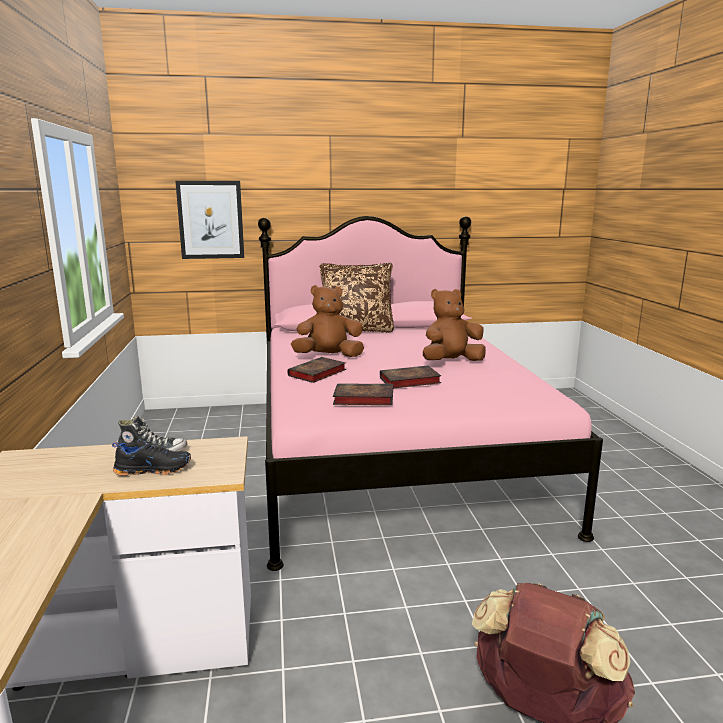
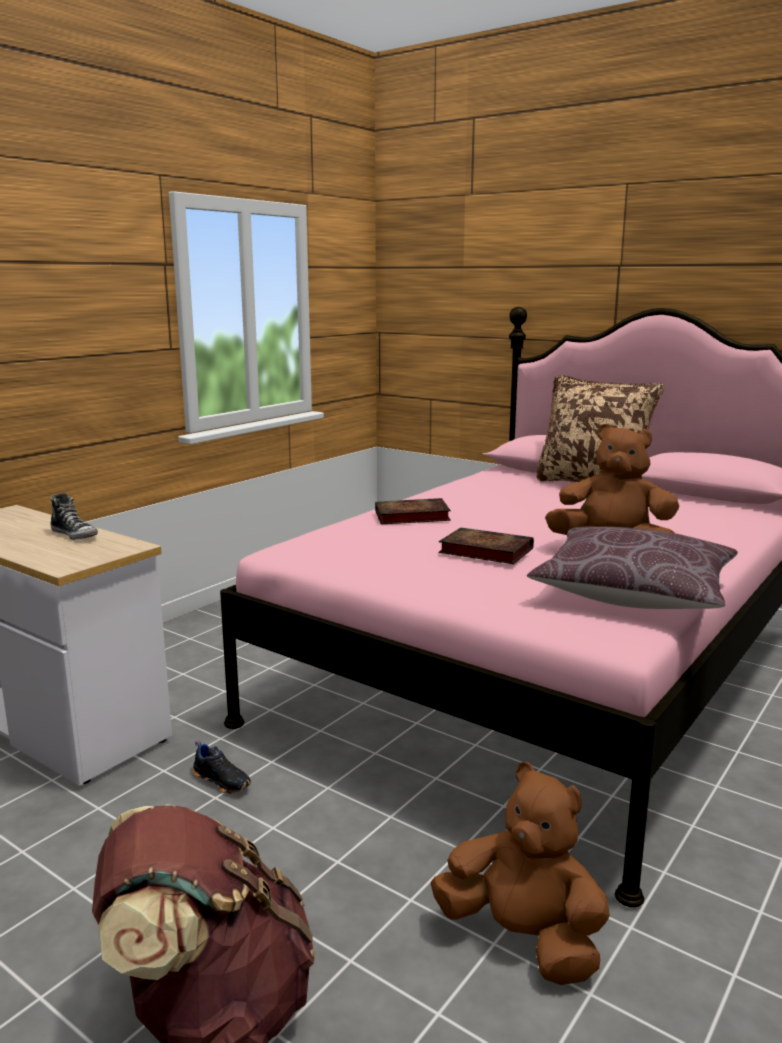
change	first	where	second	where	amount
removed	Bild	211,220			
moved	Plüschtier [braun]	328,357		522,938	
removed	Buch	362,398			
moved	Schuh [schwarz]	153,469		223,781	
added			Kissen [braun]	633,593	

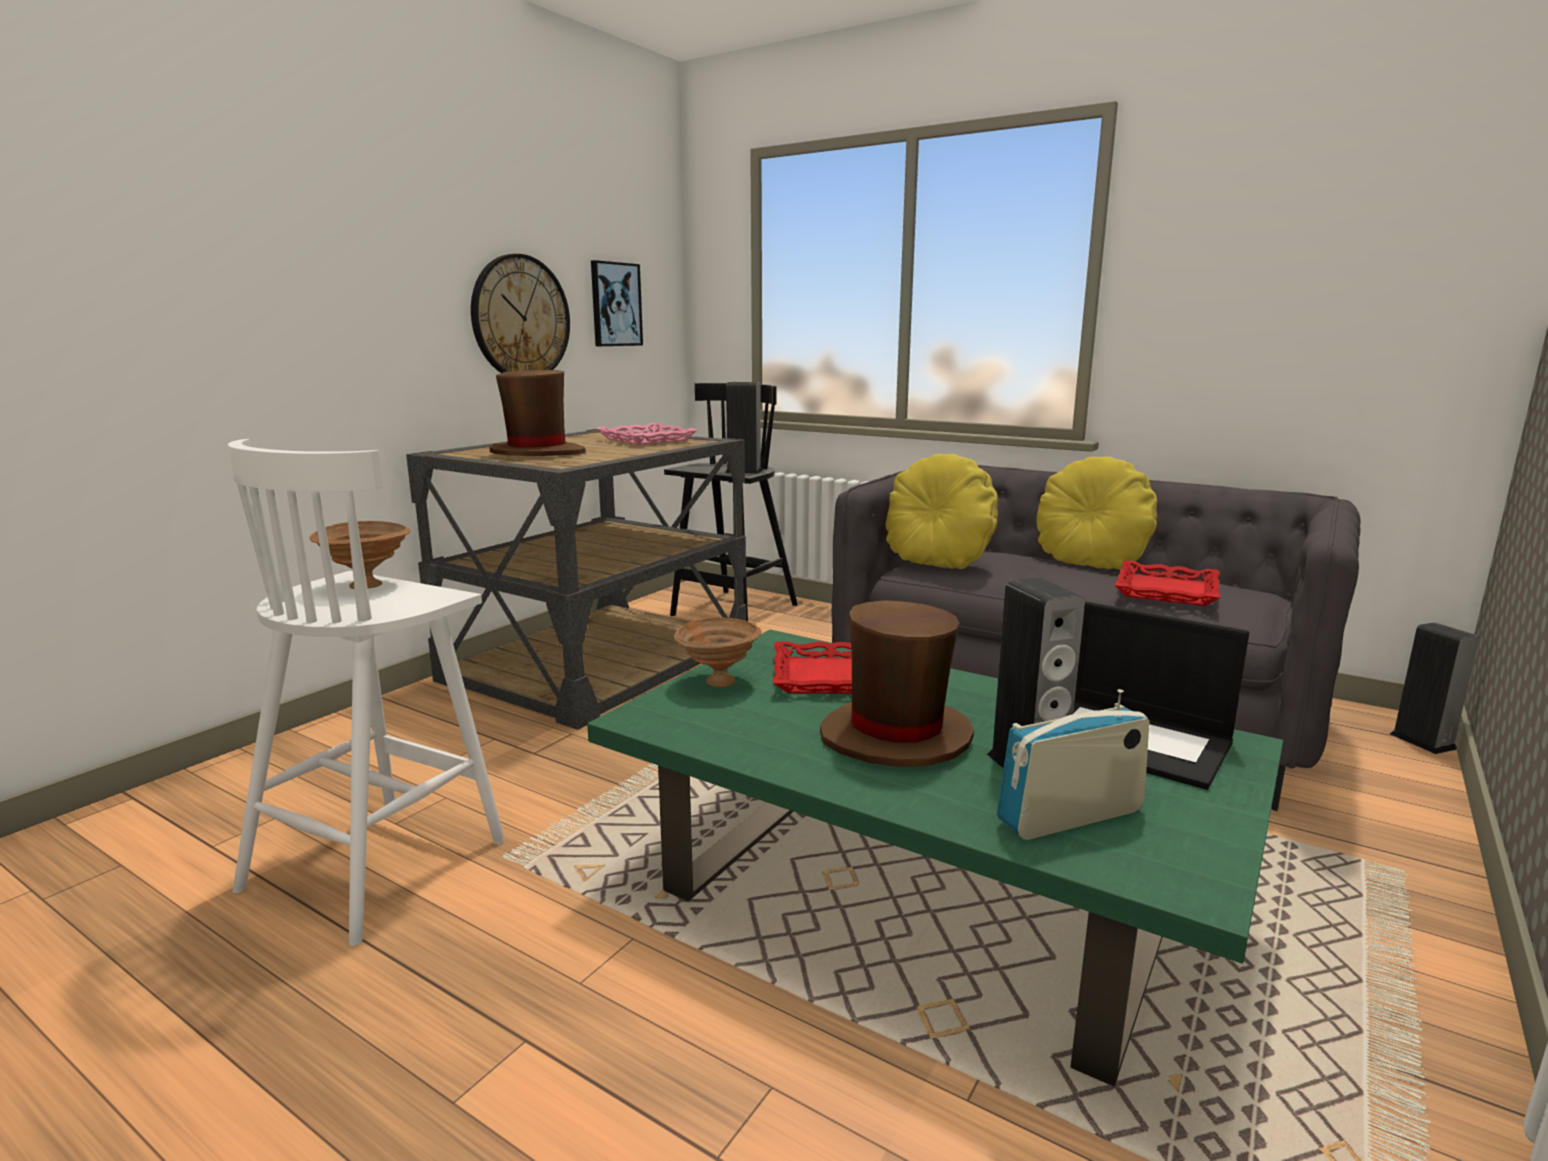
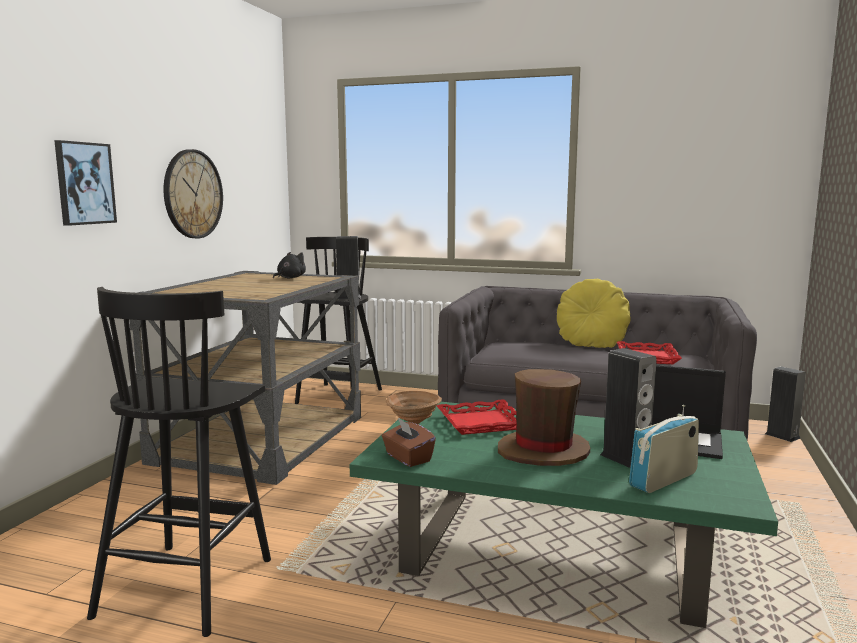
change	first	where	second	where	amount
moved	Bild	615,304		84,183	
removed	Hut [braun]	537,453			
replaced	Tablett [rosa]	646,439	Plüschtier [schwarz]	290,278	
recoloured	Hocker [weiß]	382,859	Hocker [schwarz]	188,583	
removed	Kissen [gelb]	937,564			
removed	Schüssel [braun]	368,585			
added			Taschentuchbox [braun]	407,458	

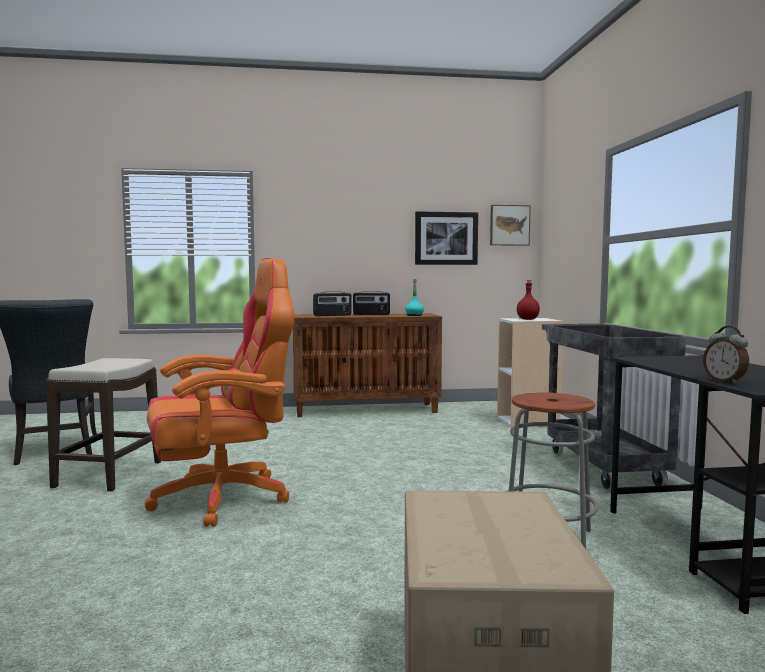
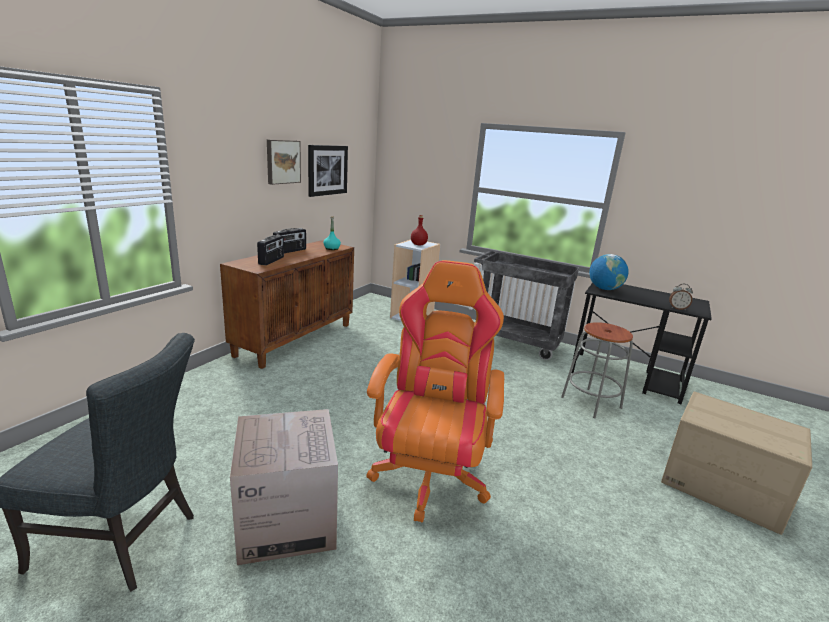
change	first	where	second	where	amount
moved	Bild	509,225		282,161	
replaced	Hocker	109,475	Karton	287,520	
added			Globus	604,289	

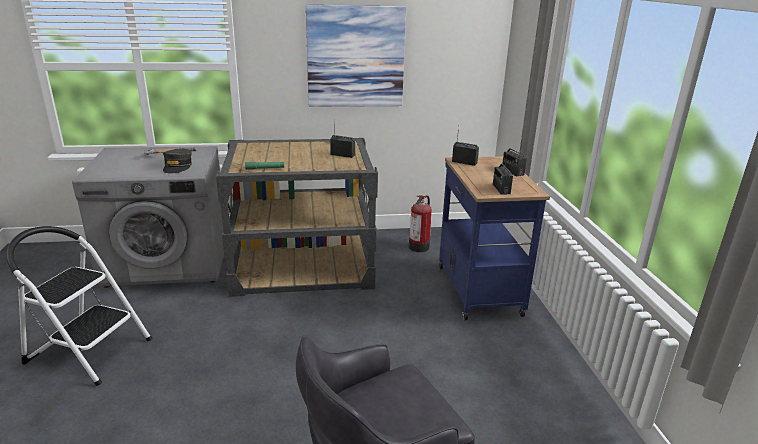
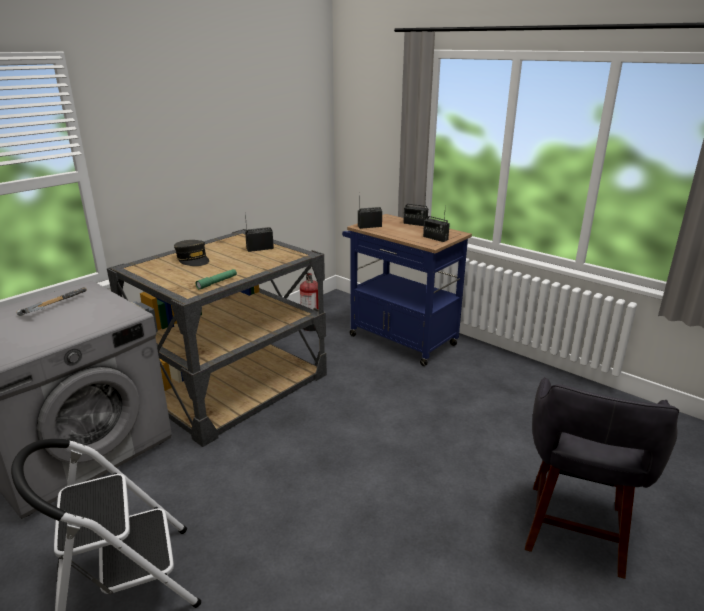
change	first	where	second	where	amount
removed	Bild	355,57			
moved	Kappe [grau]	177,167		193,259	

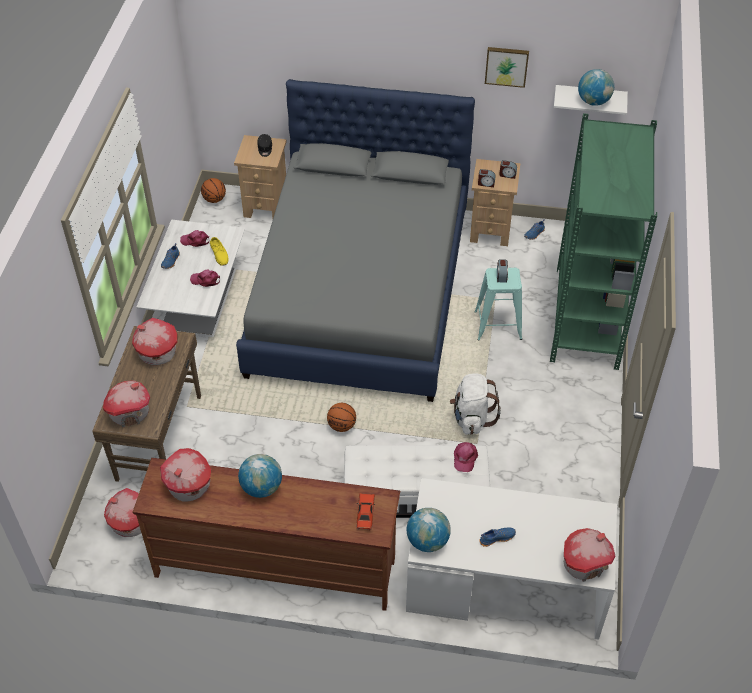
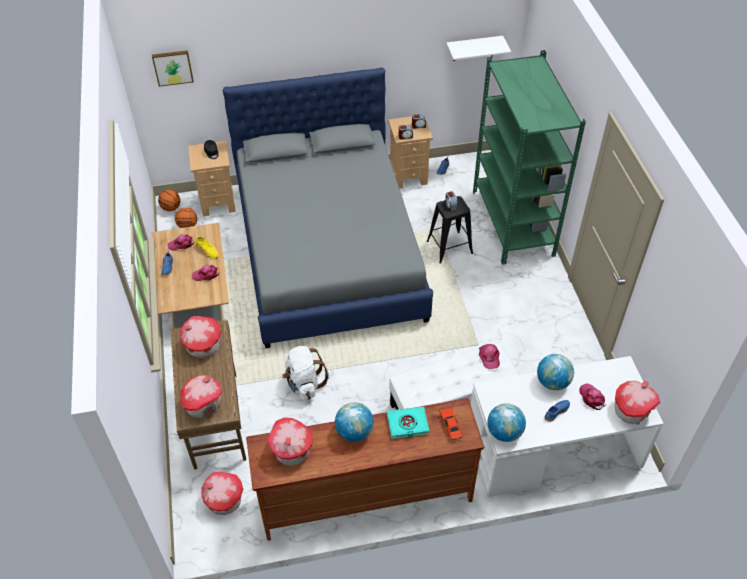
change	first	where	second	where	amount
moved	Bild	506,66		173,67	
moved	Globus	593,101		552,382	
recoloured	Couchtisch [weiß]	198,300	Couchtisch [braun]	196,295	
recoloured	Hocker [türkis]	498,325	Hocker [schwarz]	449,247	
moved	Rucksack [weiß]	471,418		304,384	
moved	Basketball	341,426		187,226	
added			Kappe [rosa]	592,398	
added			Buch [türkis]	407,424	

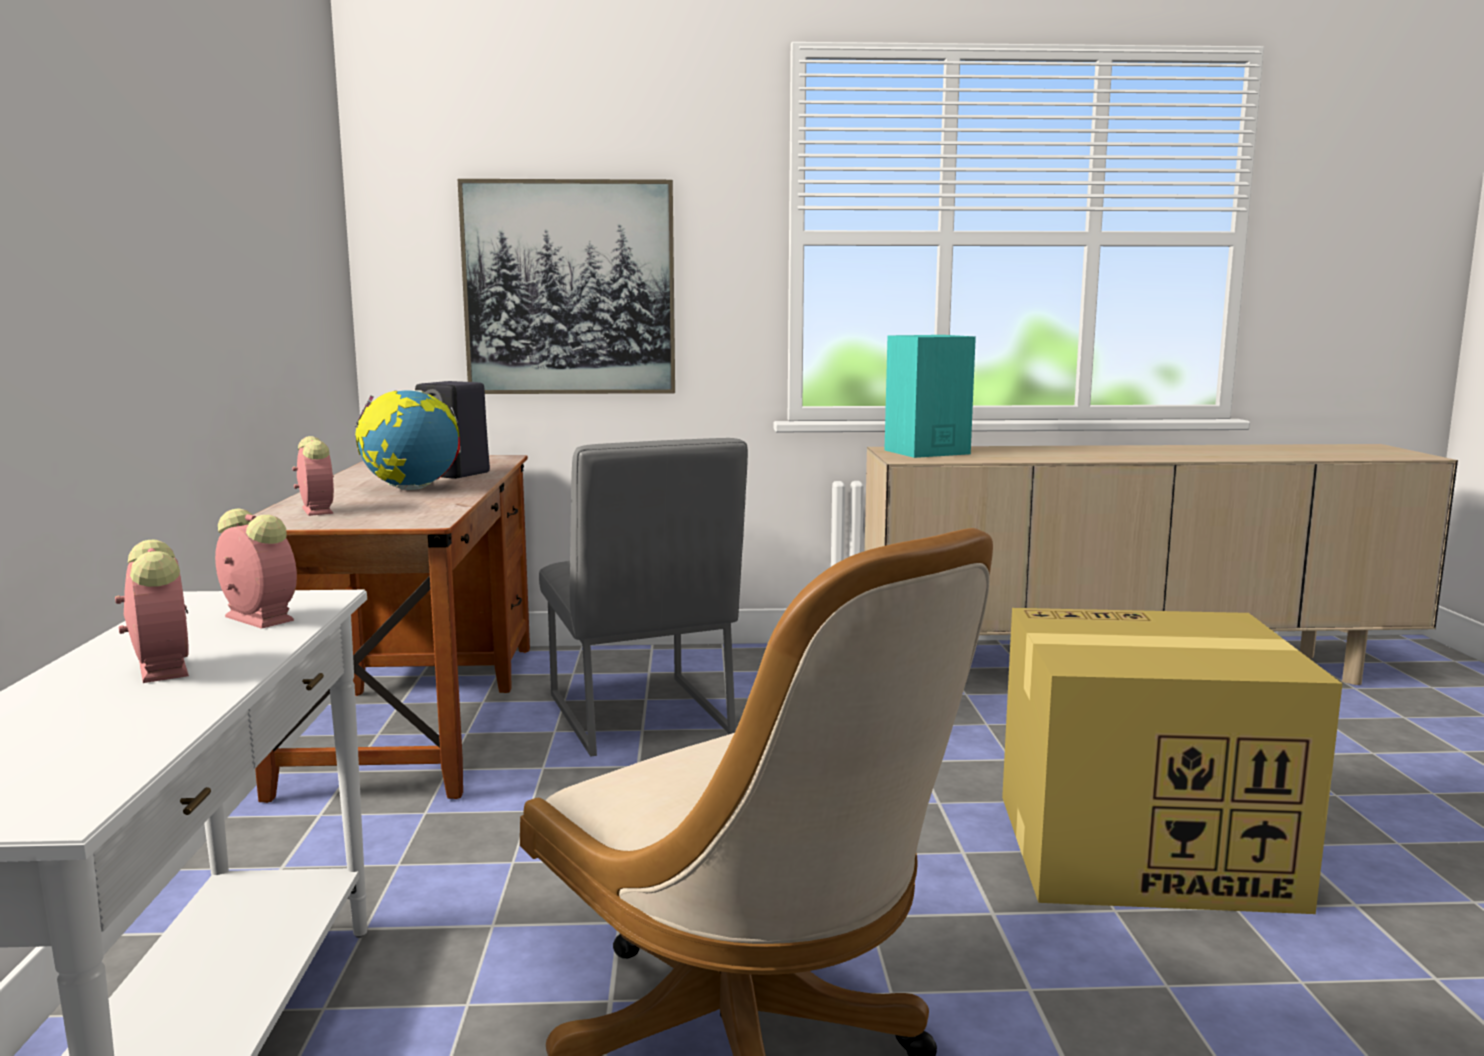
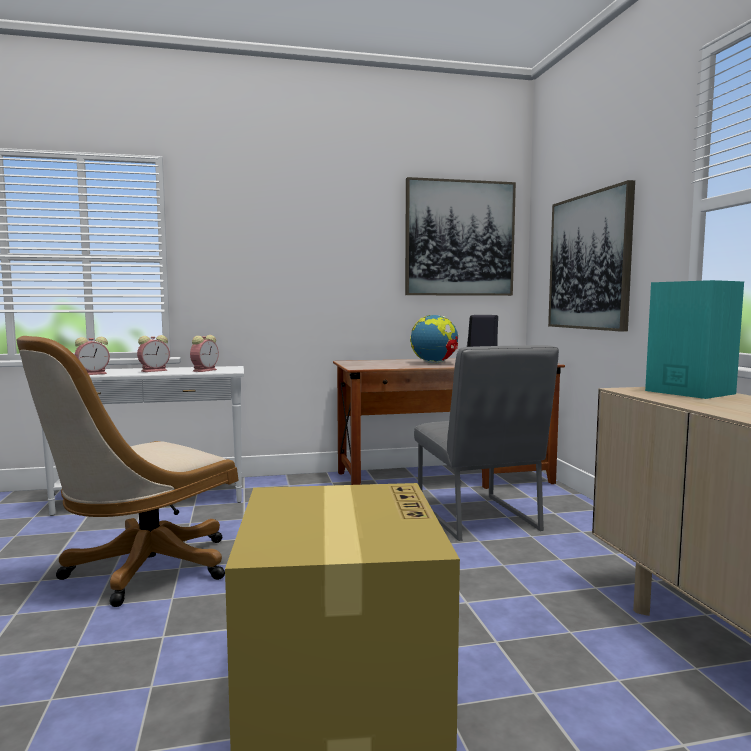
change	first	where	second	where	amount
moved	Wecker	316,510		94,374	
turned	Stuhl [grau]	639,716		477,518	75 degrees counterclockwise
added			Bild	459,238	

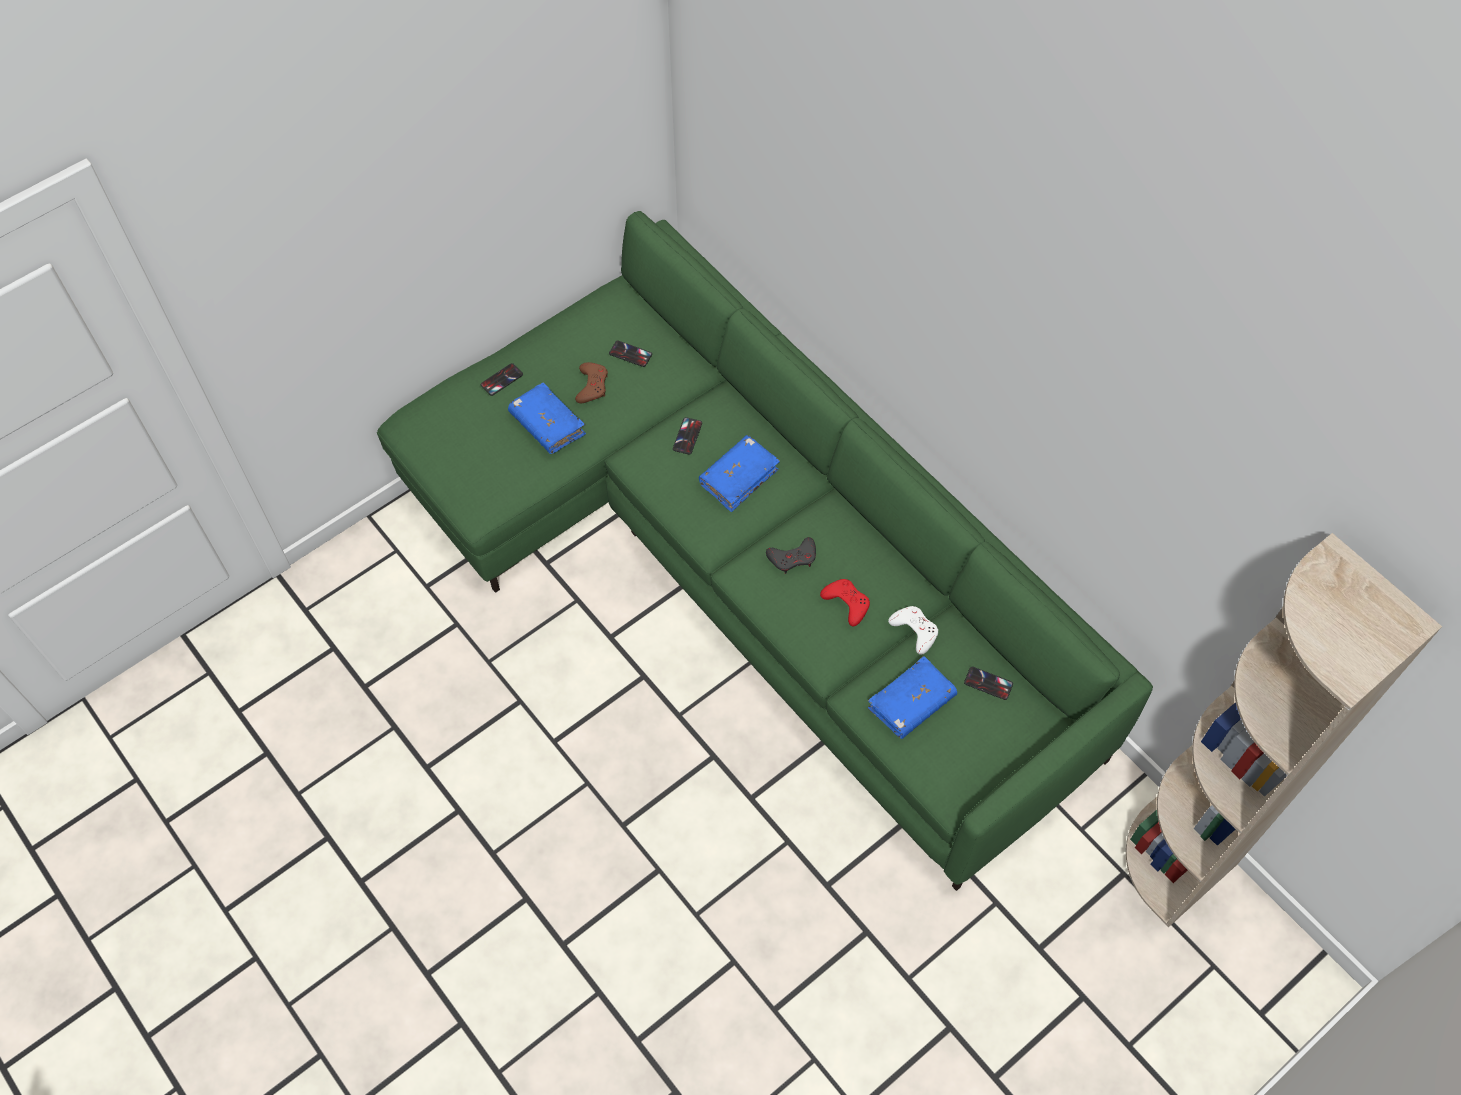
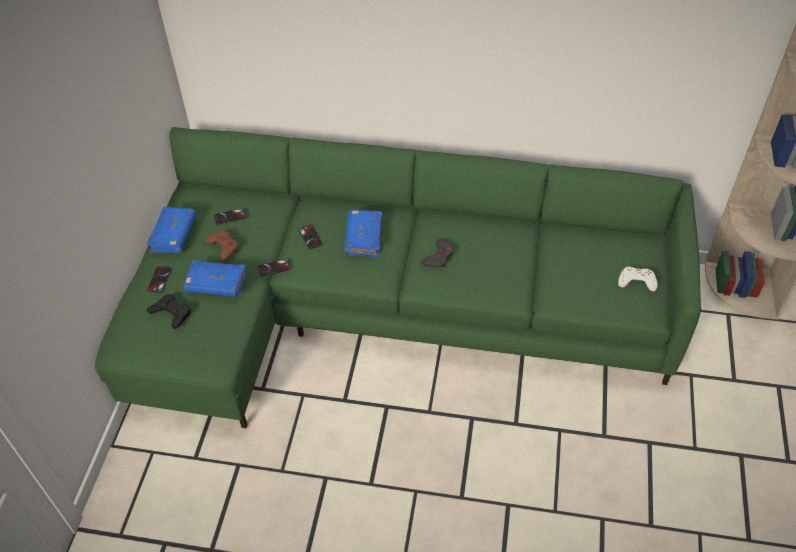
change	first	where	second	where	amount
removed	Gamepad [rot]	846,603			
moved	Gamepad [weiß]	914,630		636,281	
moved	Buch [blau]	911,703		174,235	
moved	Handy	988,683		274,268	
added			Gamepad [schwarz]	172,313	

